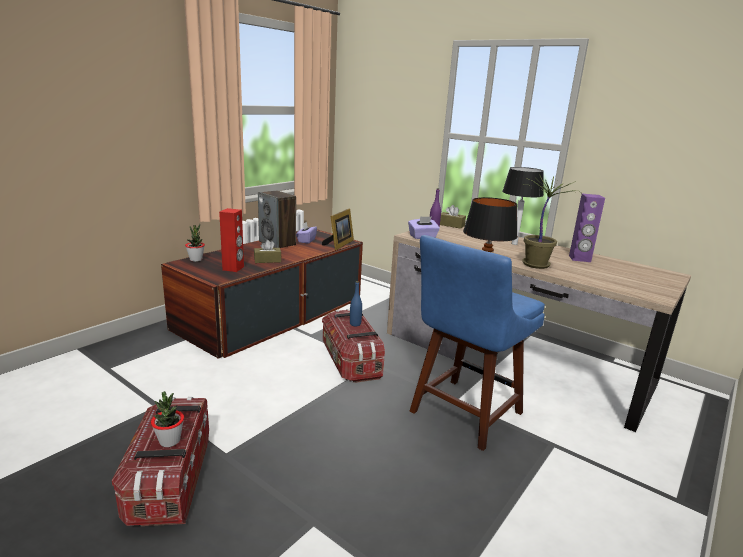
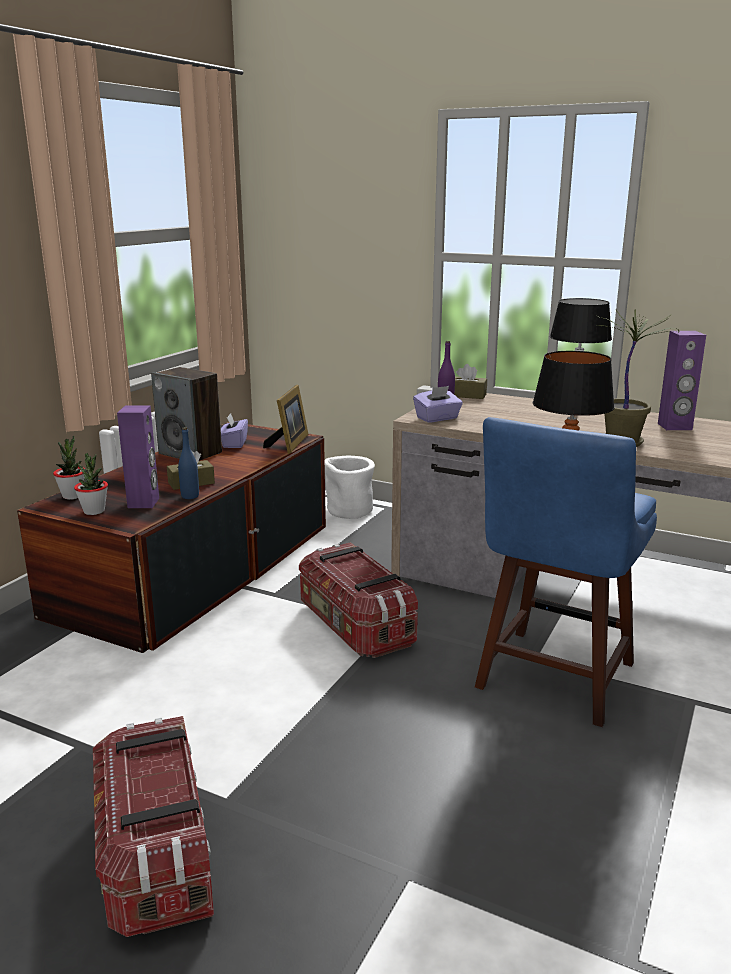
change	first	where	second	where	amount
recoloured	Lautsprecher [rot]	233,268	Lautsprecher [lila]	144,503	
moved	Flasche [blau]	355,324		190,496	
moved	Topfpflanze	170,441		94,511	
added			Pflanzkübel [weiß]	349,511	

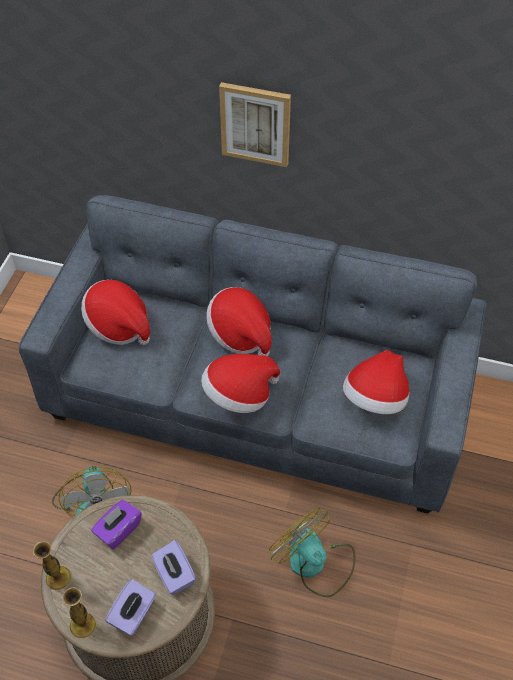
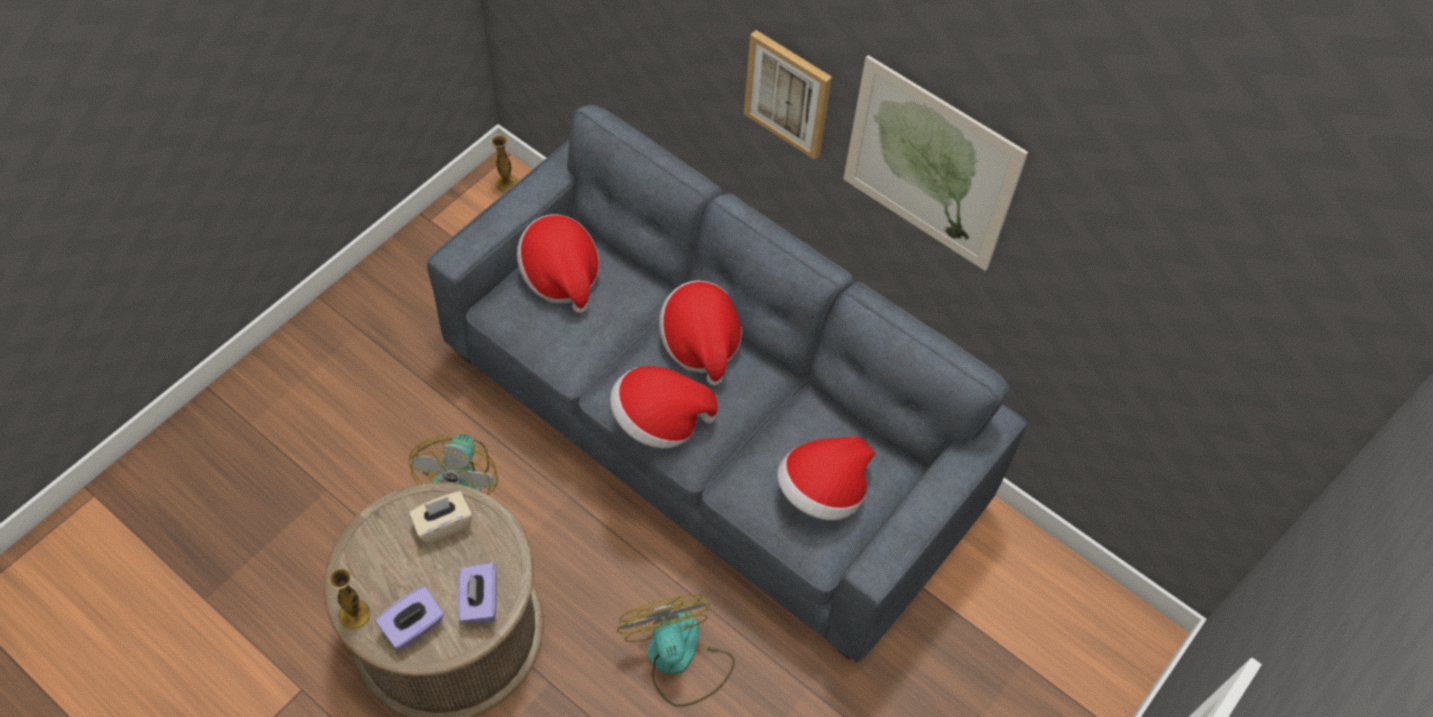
change	first	where	second	where	amount
recoloured	Taschentuchbox [lila]	118,530	Taschentuchbox [beige]	443,524	
moved	Vase	58,577		507,184	
added			Bild	930,165	

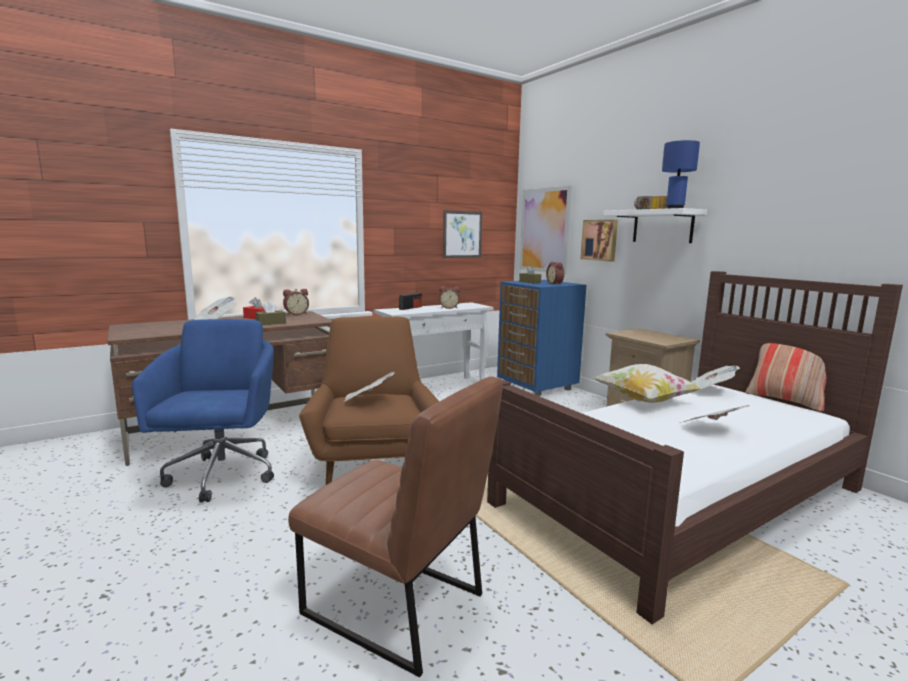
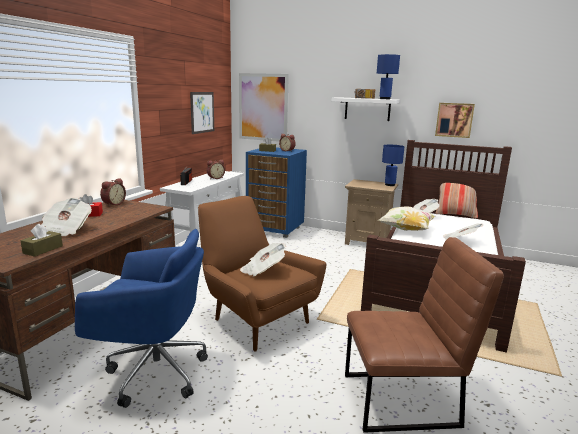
change	first	where	second	where	amount
moved	Bild	600,240		454,120	
moved	Taschentuchbox [braun]	271,323		43,249	
turned	Bürostuhl [blau]	221,478		152,374	135 degrees clockwise
added			Tischlampe [blau]	389,185	

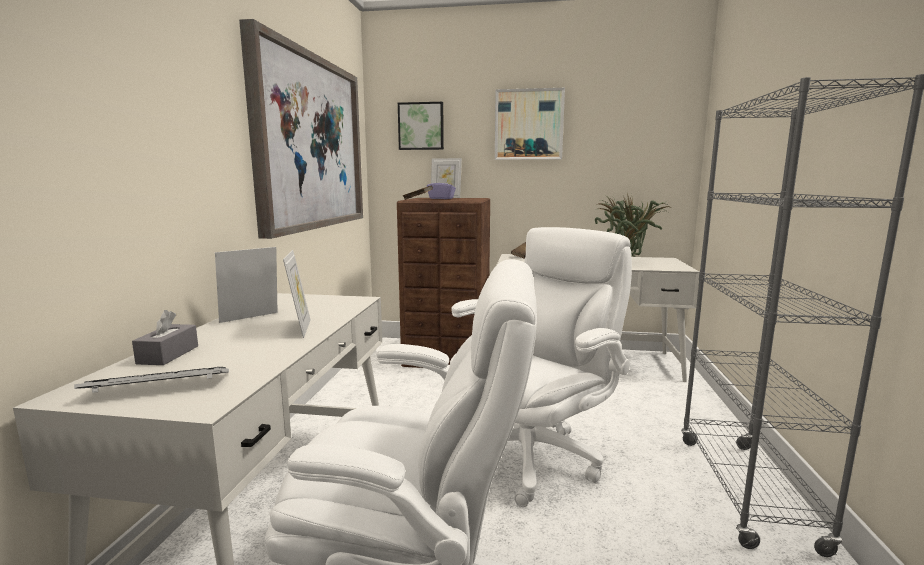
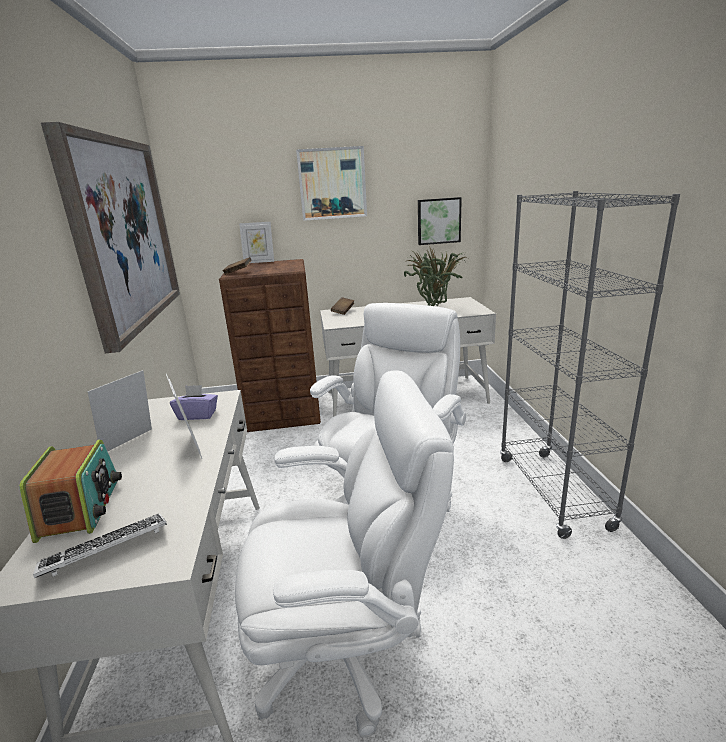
change	first	where	second	where	amount
moved	Bild	421,126		438,221	
moved	Taschentuchbox [lila]	441,198		197,415	
replaced	Taschentuchbox [grau]	168,355	Radio	81,508	

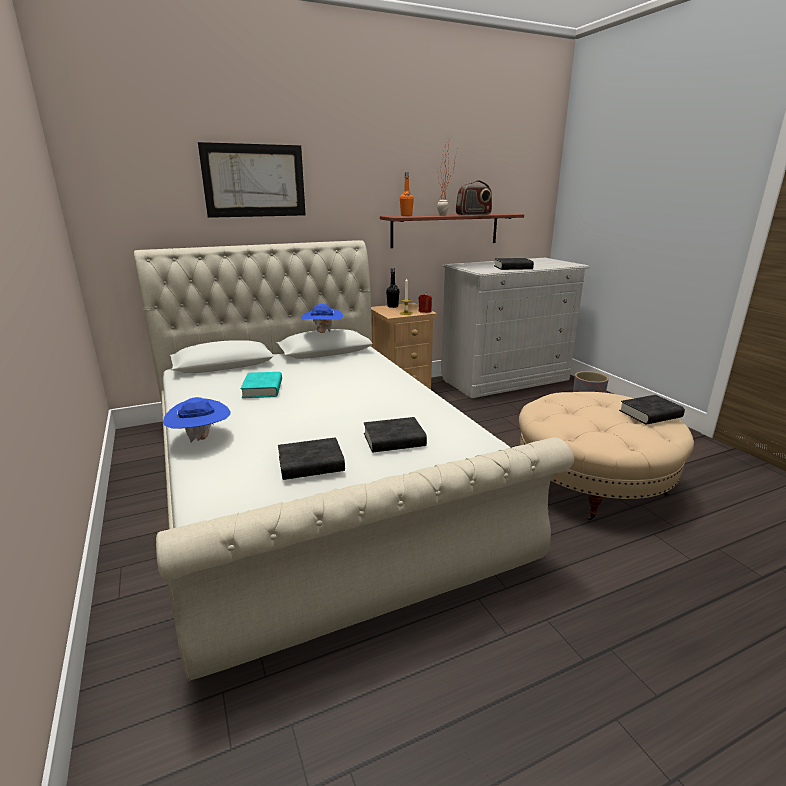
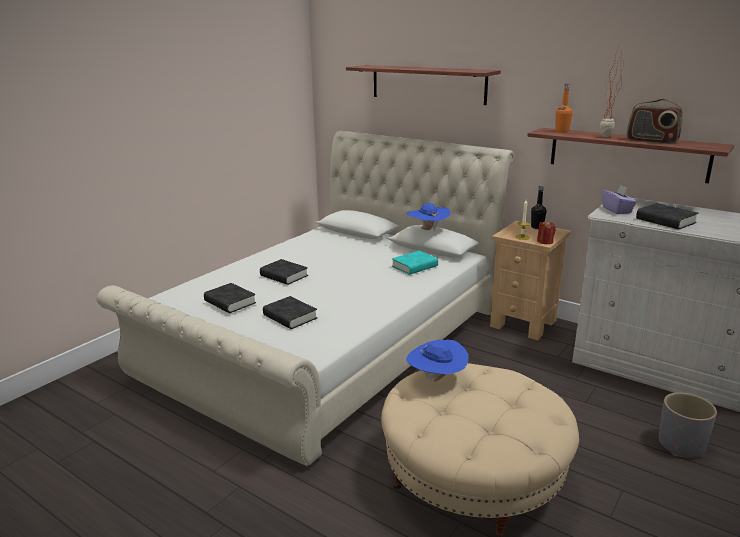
change	first	where	second	where	amount
replaced	Bild	254,181	Wandregal	427,84	
moved	Buch [türkis]	262,389		414,266	
moved	Buch [schwarz]	650,414		284,276	
moved	Hut [blau]	201,438		437,379	
added			Taschentuchbox [lila]	617,210	

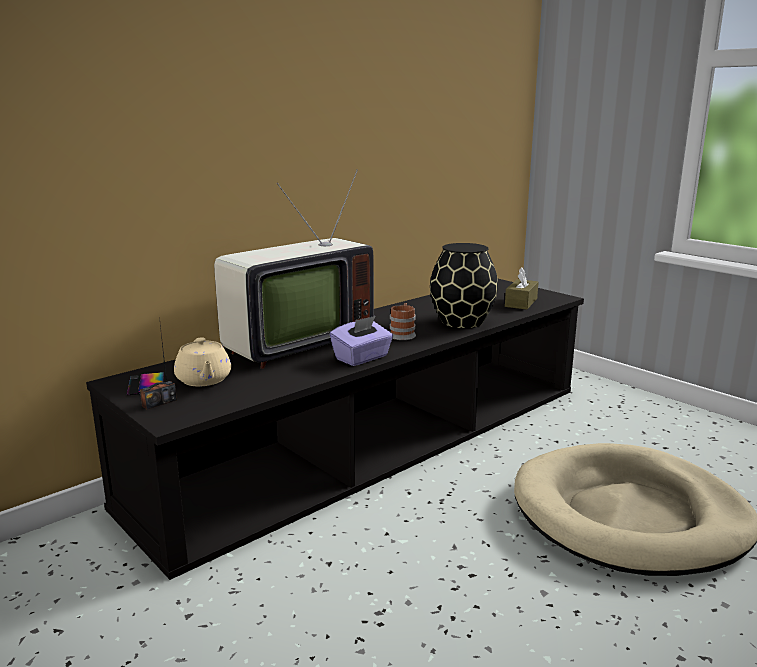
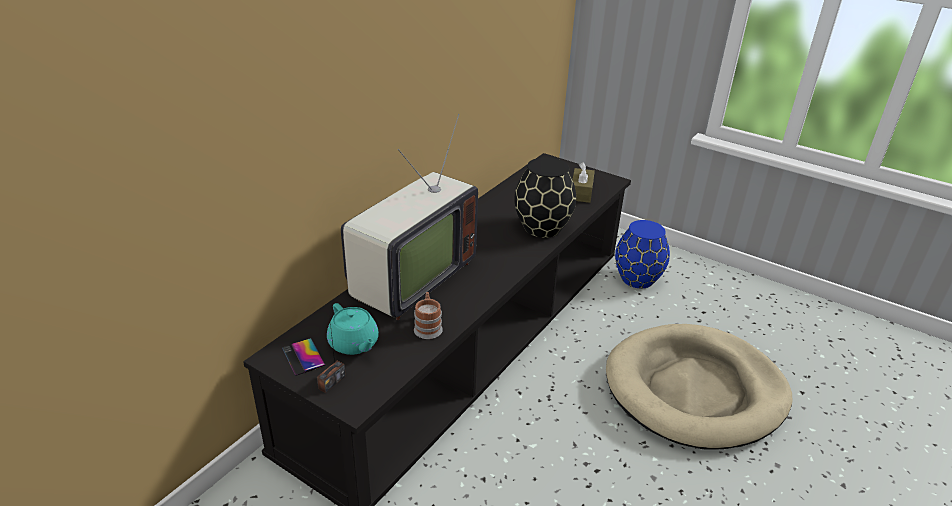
change	first	where	second	where	amount
moved	Henkelbecher	403,334		428,327	
removed	Taschentuchbox [lila]	362,358			
recoloured	Teekanne [beige]	204,380	Teekanne [türkis]	354,344	
added			Vase [blau]	637,278	

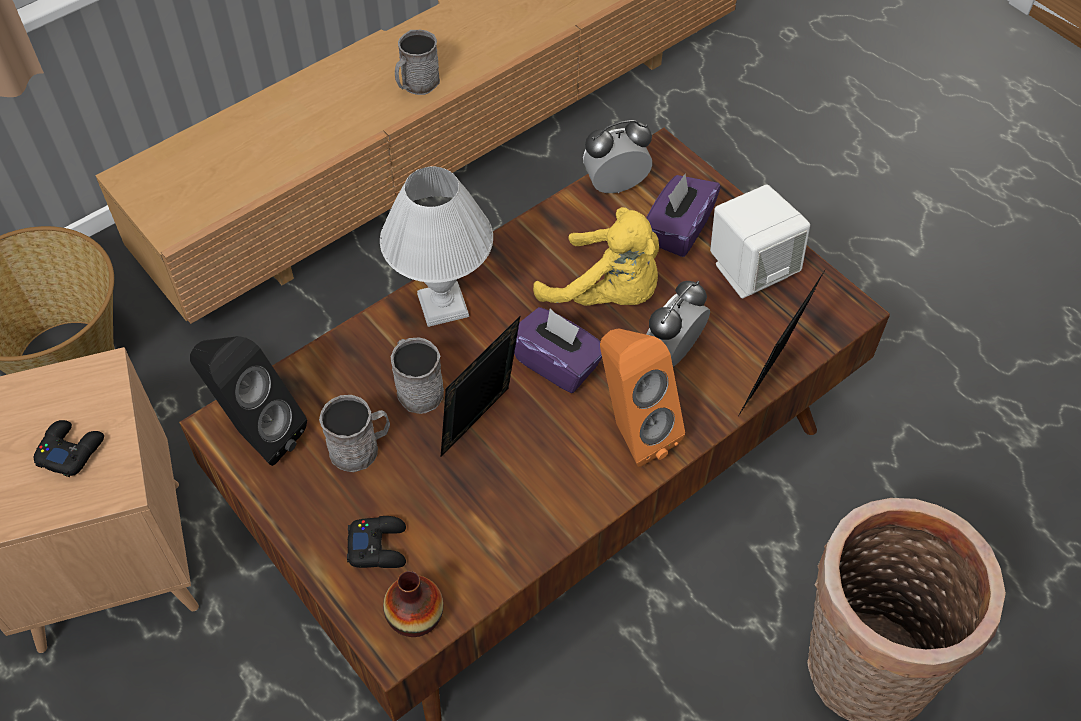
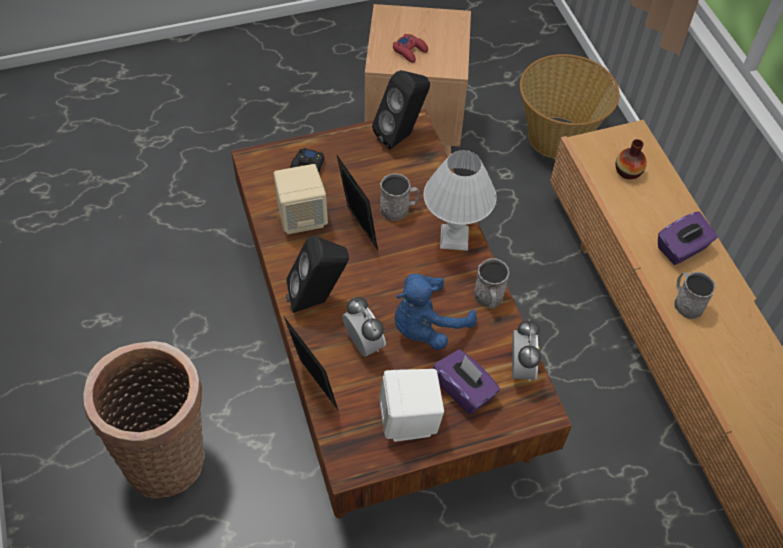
change	first	where	second	where	amount
recoloured	Plüschtier [gelb]	607,293	Plüschtier [blau]	426,326	
moved	Taschentuchbox [lila]	557,363		682,249	
recoloured	Lautsprecher [orange]	631,431	Lautsprecher [schwarz]	318,300	
moved	Henkelbecher [grau]	361,448		489,298	
recoloured	Gamepad [schwarz]	70,451	Gamepad [rot]	410,51	
moved	Vase	415,615		628,171	
added			Lautsprecher [beige]	302,217	

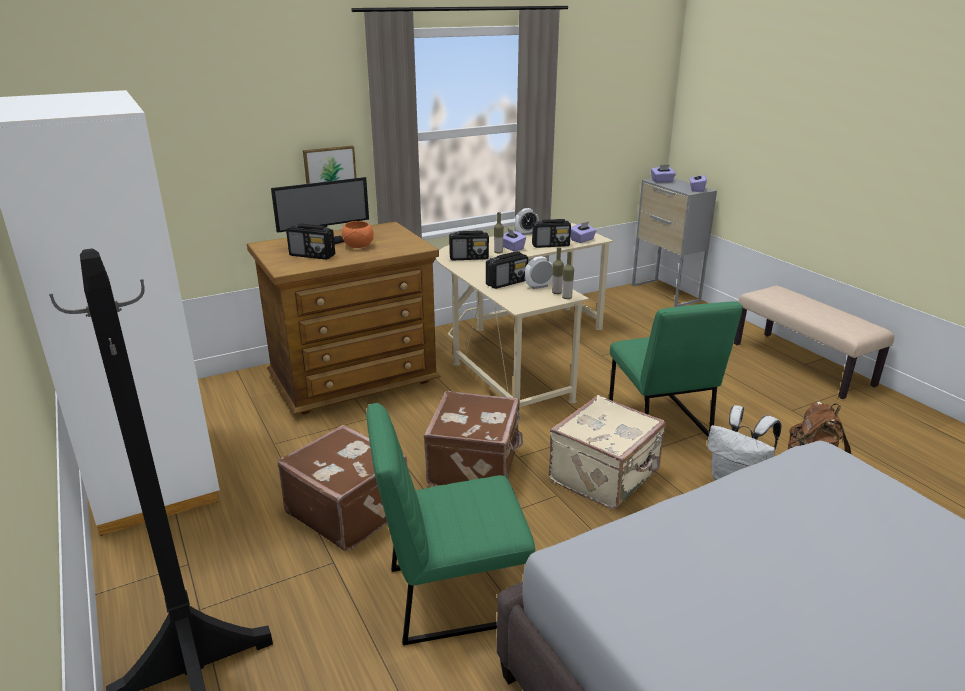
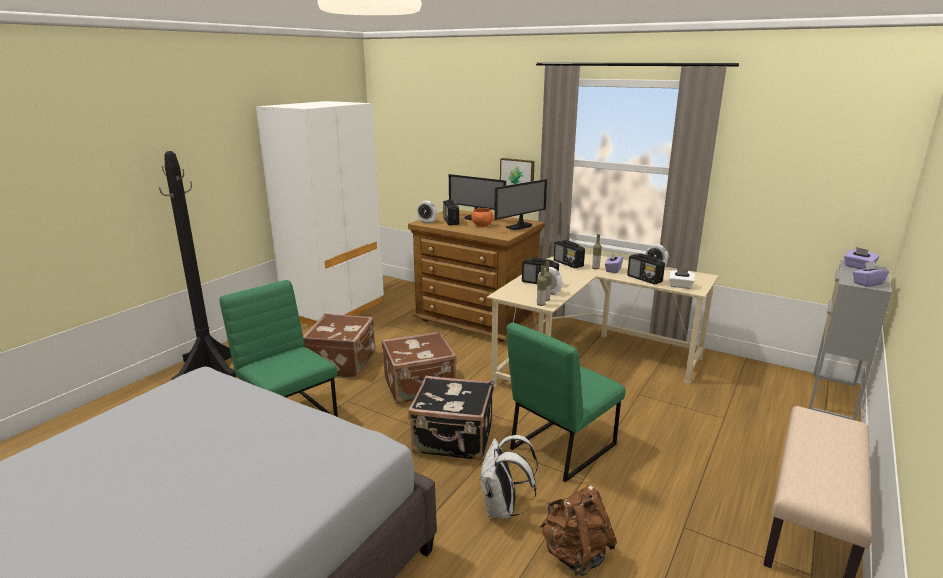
change	first	where	second	where	amount
recoloured	Taschentuchbox [lila]	582,240	Taschentuchbox [weiß]	680,286	
recoloured	Koffer [beige]	606,476	Koffer [schwarz]	453,440	
added			Monitor	520,227	
added			Wecker	427,222	

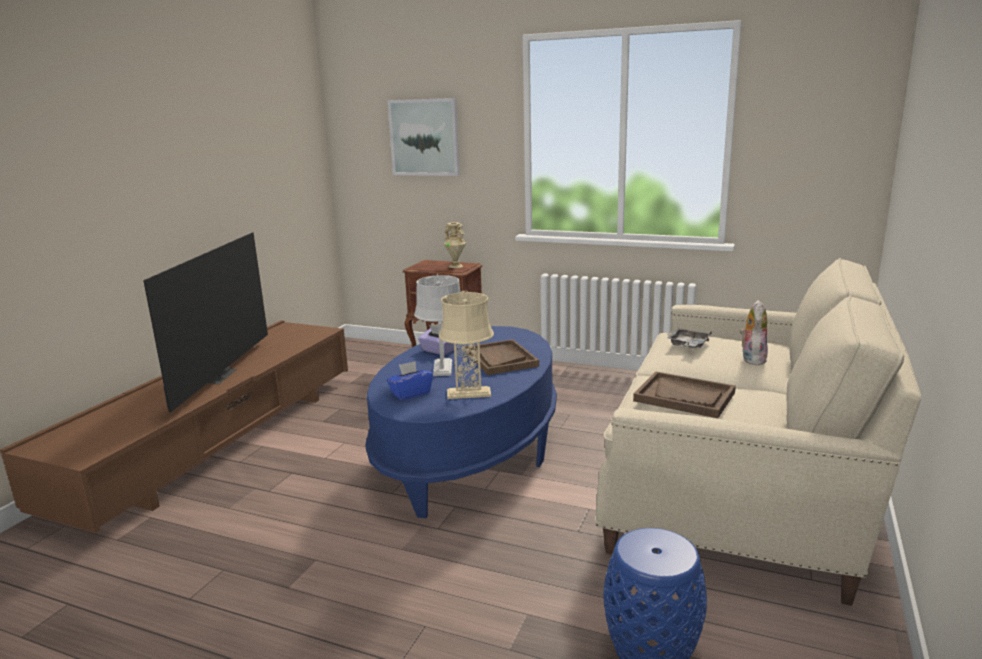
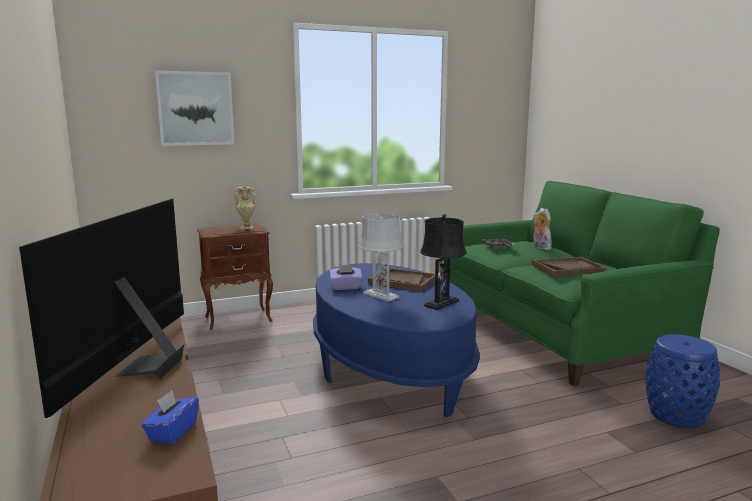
change	first	where	second	where	amount
turned	Fernseher	216,376		141,367	135 degrees counterclockwise
recoloured	Sofa [beige]	742,485	Sofa [grün]	557,330	
recoloured	Tischlampe [beige]	468,394	Tischlampe [schwarz]	441,303	
moved	Taschentuchbox [blau]	410,393		172,432	

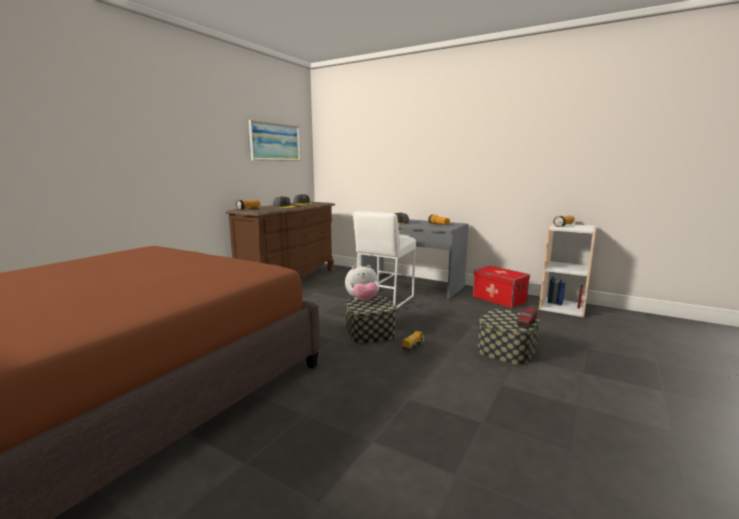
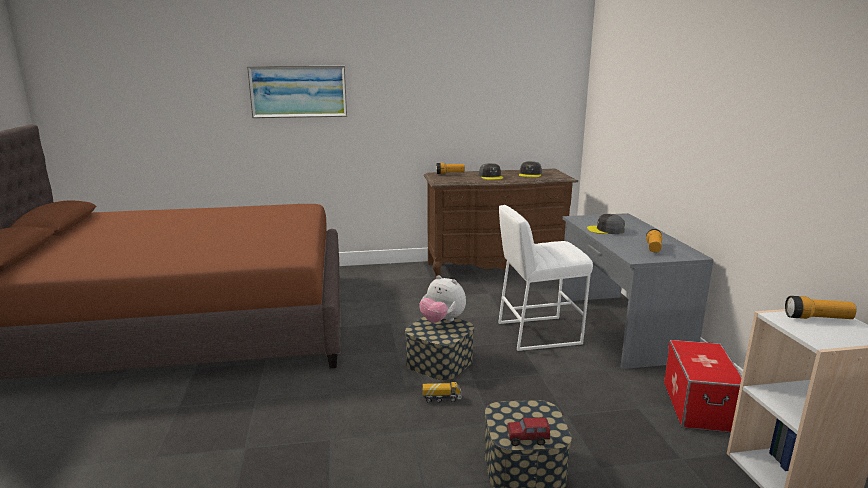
change	first	where	second	where	amount
moved	Bild	275,142		298,91	

